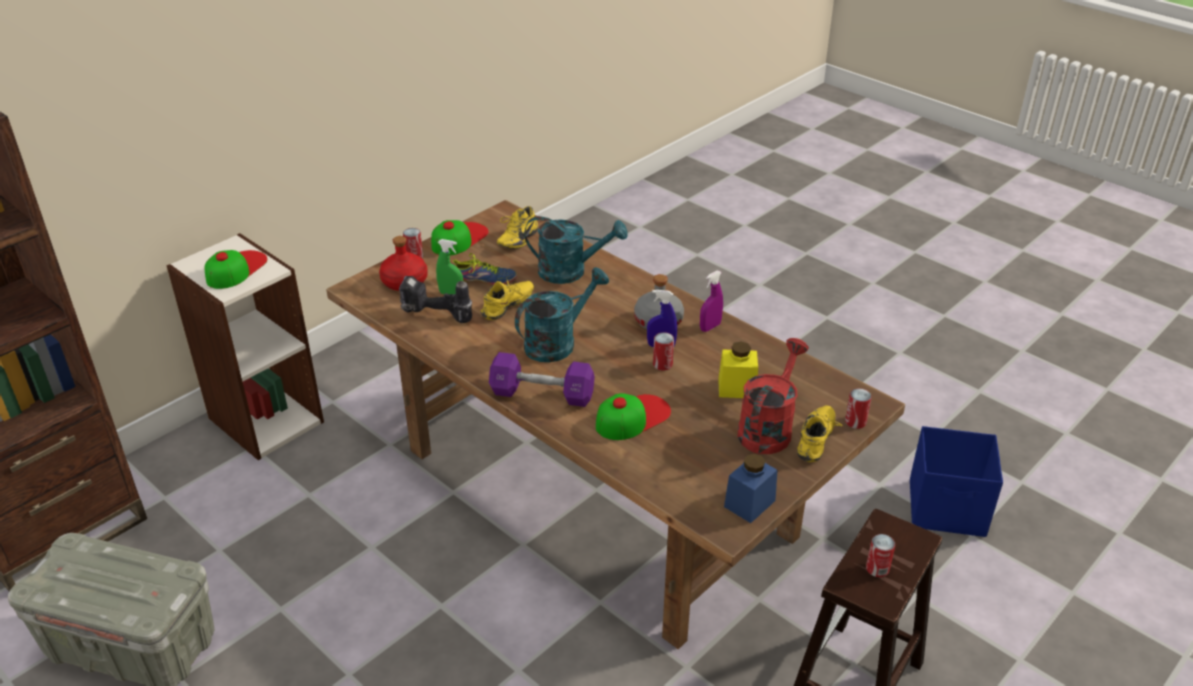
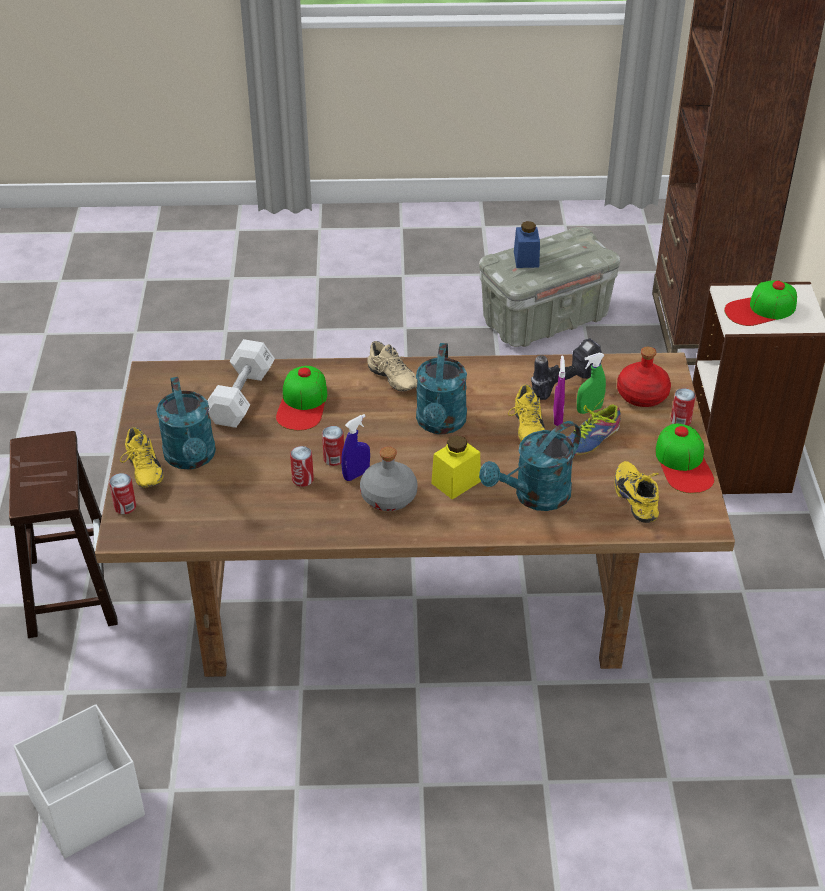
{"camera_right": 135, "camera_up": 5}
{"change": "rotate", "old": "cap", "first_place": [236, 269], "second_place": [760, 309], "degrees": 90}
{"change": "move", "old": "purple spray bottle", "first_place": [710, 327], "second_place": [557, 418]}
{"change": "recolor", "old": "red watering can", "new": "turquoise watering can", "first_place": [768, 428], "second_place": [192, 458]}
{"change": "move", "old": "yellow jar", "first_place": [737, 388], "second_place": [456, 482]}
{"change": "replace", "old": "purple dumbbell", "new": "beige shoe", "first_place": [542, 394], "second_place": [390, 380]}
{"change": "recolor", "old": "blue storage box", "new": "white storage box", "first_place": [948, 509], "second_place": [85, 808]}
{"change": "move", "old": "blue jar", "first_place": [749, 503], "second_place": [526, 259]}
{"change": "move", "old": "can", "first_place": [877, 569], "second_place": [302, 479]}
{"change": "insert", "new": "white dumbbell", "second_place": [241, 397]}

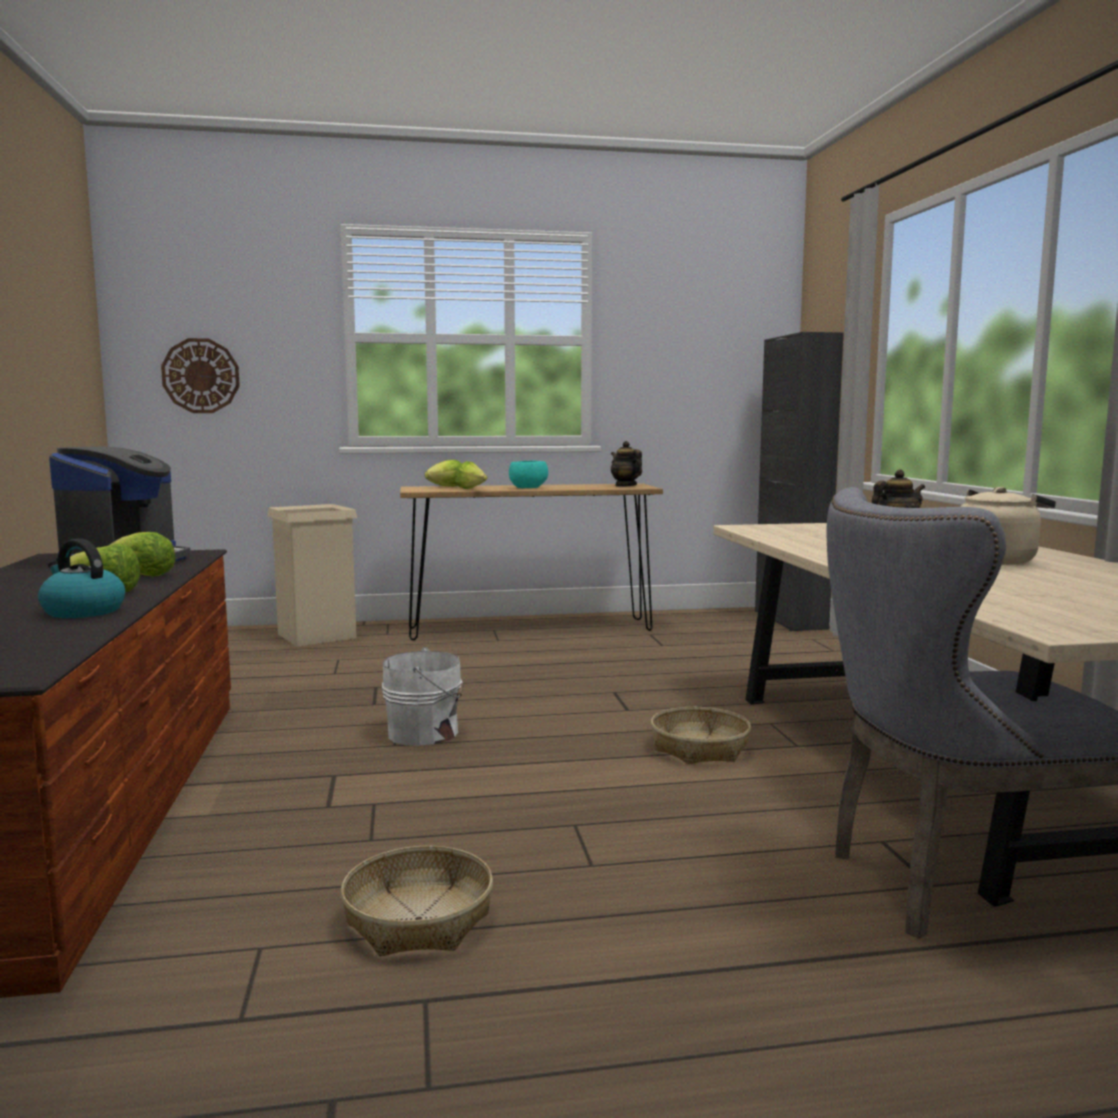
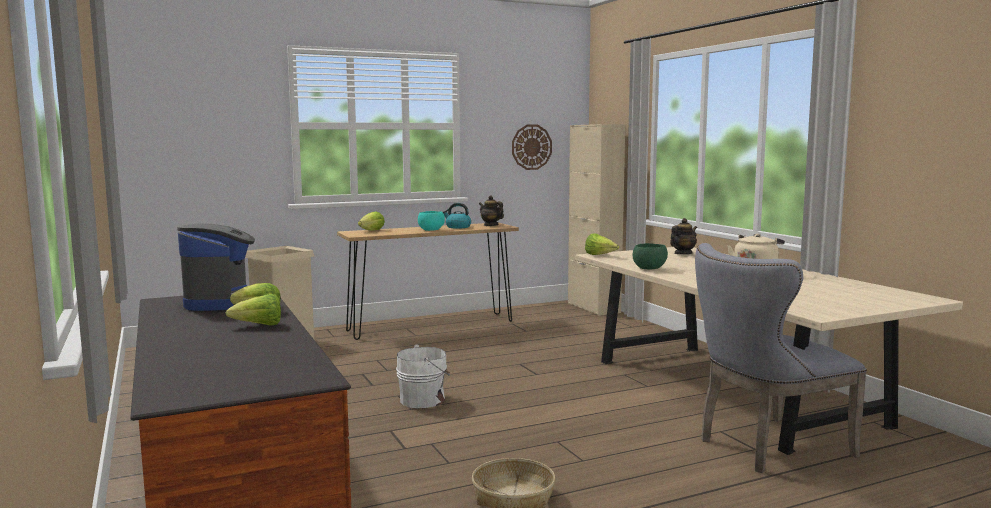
{"camera_right": -15, "camera_up": 0}
{"change": "recolor", "old": "black cabinet", "new": "beige cabinet", "first_place": [790, 620], "second_place": [593, 308]}
{"change": "move", "old": "wall clock", "first_place": [201, 376], "second_place": [531, 147]}
{"change": "move", "old": "lettuce", "first_place": [472, 489], "second_place": [600, 255]}
{"change": "move", "old": "kettle", "first_place": [82, 611], "second_place": [457, 227]}
{"change": "delete", "old": "basket", "first_place": [699, 748]}
{"change": "insert", "new": "green bowl", "second_place": [649, 269]}

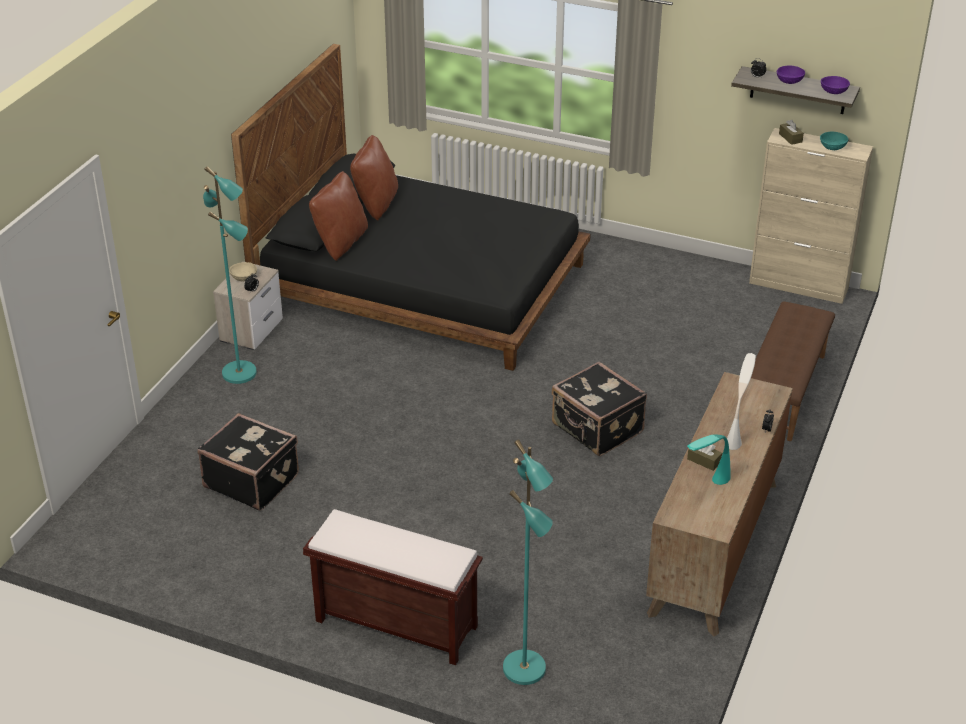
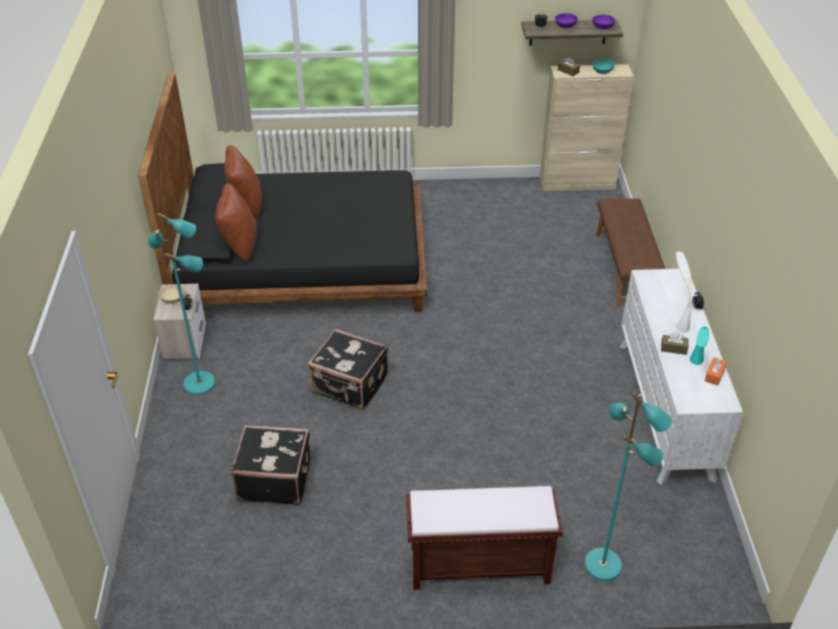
{"camera_right": -25, "camera_up": 5}
{"change": "move", "old": "black suitcase", "first_place": [596, 429], "second_place": [350, 385]}
{"change": "recolor", "old": "brown dresser", "new": "white dresser", "first_place": [714, 547], "second_place": [665, 409]}
{"change": "insert", "new": "orange tissue box", "second_place": [714, 375]}

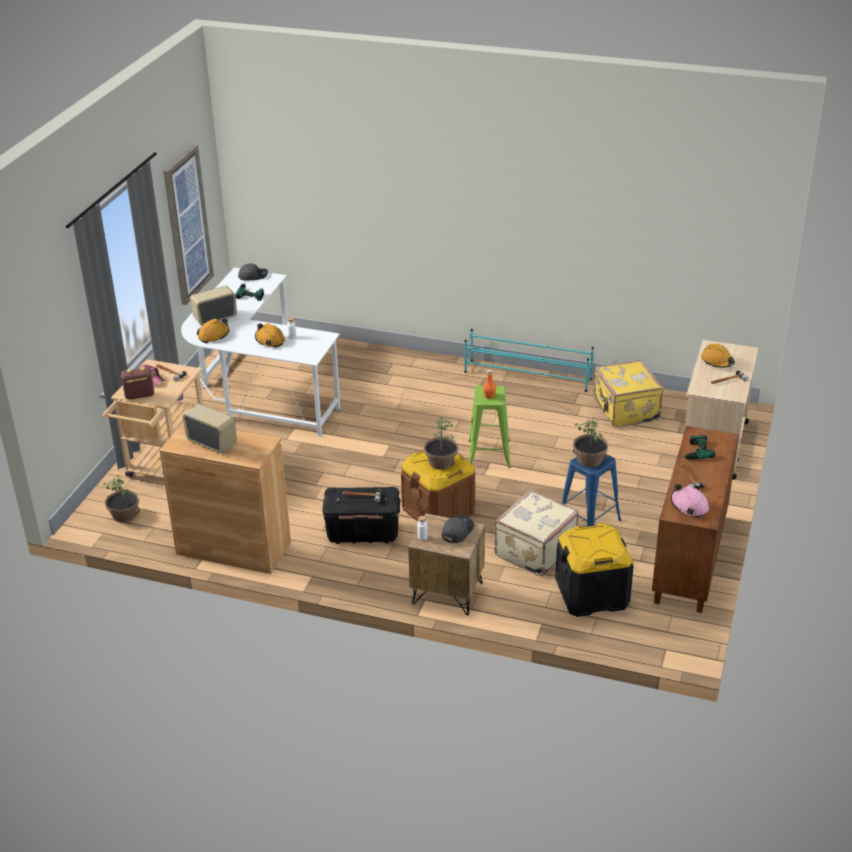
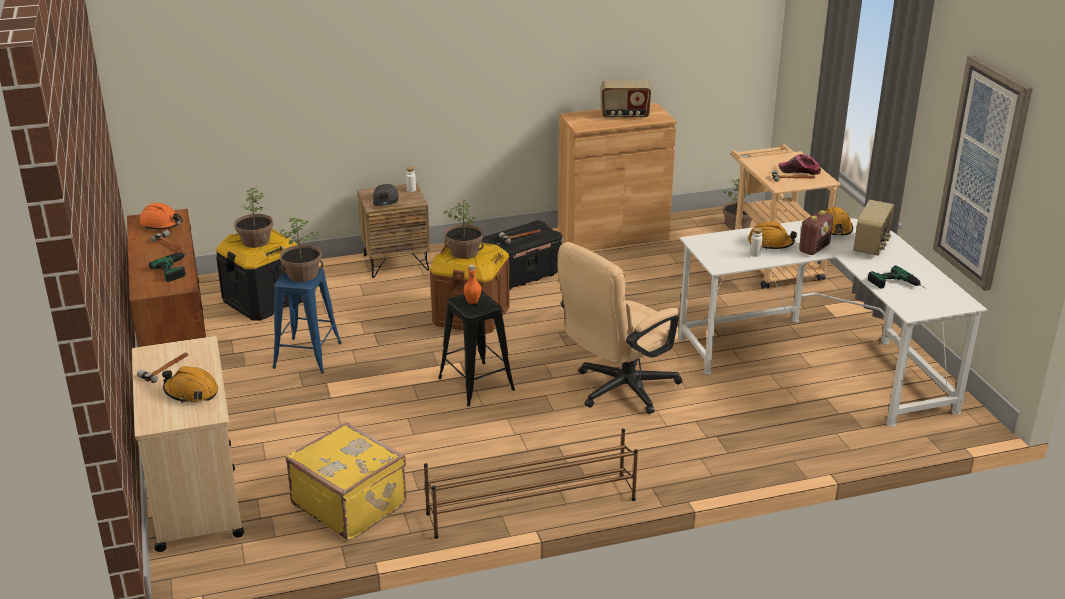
{"camera_right": 145, "camera_up": -5}
{"change": "delete", "old": "grey cap", "first_place": [253, 275]}
{"change": "recolor", "old": "turquoise shoe rack", "new": "brown shoe rack", "first_place": [528, 376], "second_place": [530, 506]}
{"change": "move", "old": "radio", "first_place": [139, 395], "second_place": [814, 248]}
{"change": "recolor", "old": "green stool", "new": "black stool", "first_place": [489, 453], "second_place": [476, 384]}
{"change": "recolor", "old": "pink hard hat", "new": "orange hard hat", "first_place": [689, 506], "second_place": [162, 224]}
{"change": "delete", "old": "beige suitcase", "first_place": [533, 550]}
{"change": "insert", "new": "potted plant", "second_place": [255, 241]}
{"change": "insert", "new": "beige office chair", "second_place": [618, 390]}

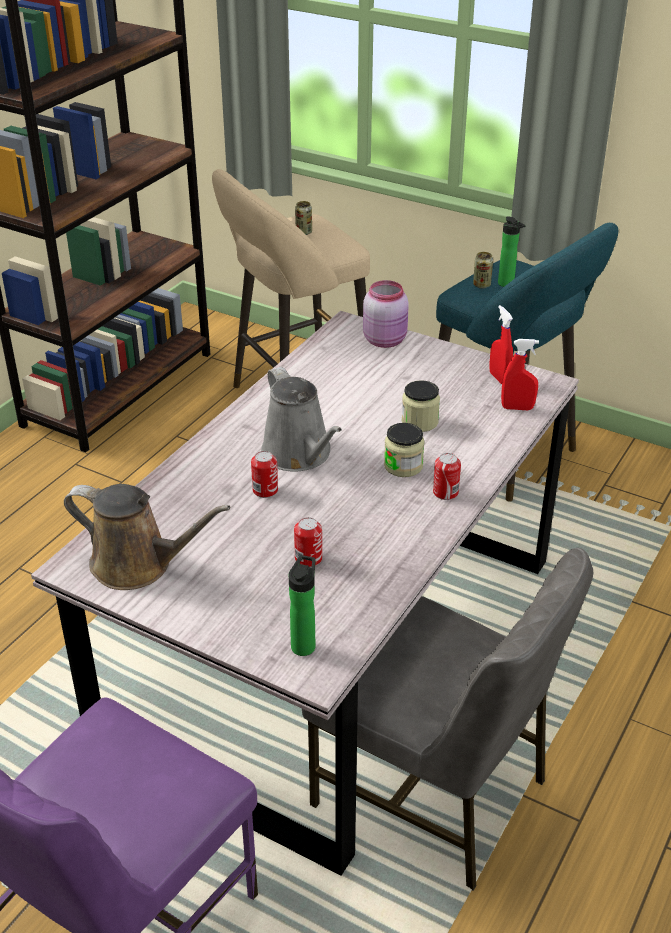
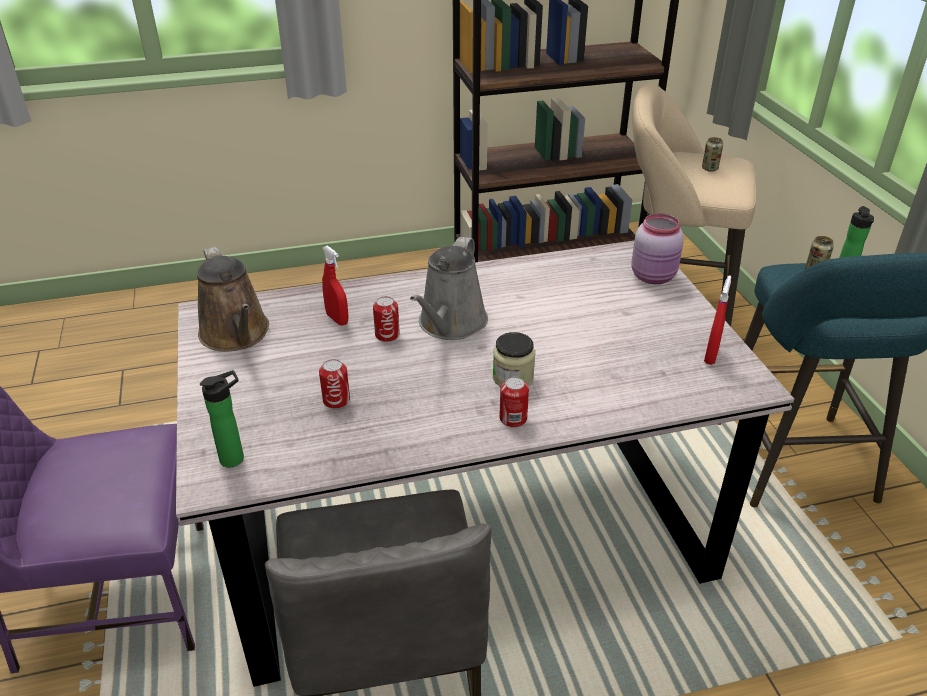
{"camera_right": 45, "camera_up": 0}
{"change": "move", "old": "red spray bottle", "first_place": [517, 408], "second_place": [337, 319]}
{"change": "delete", "old": "jar", "first_place": [419, 422]}

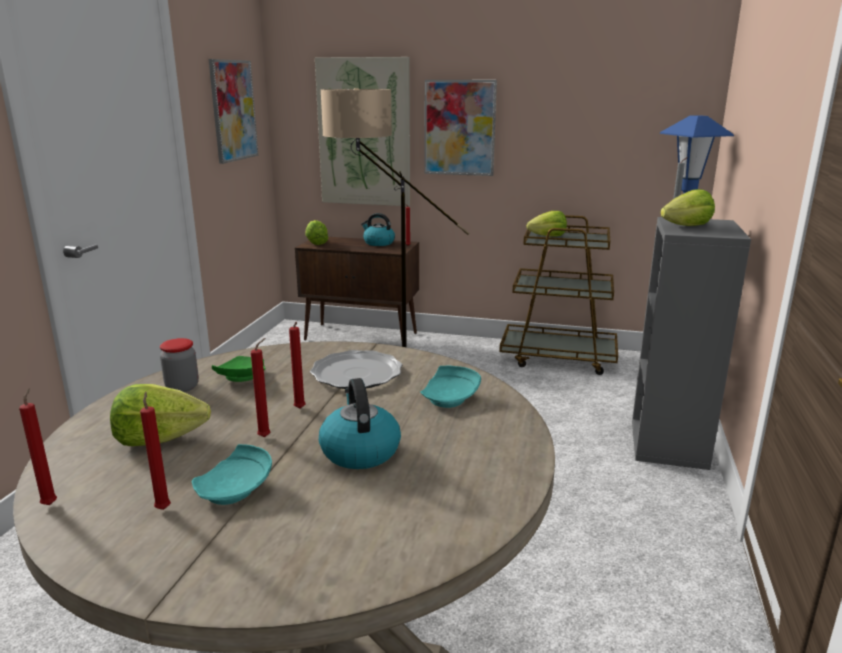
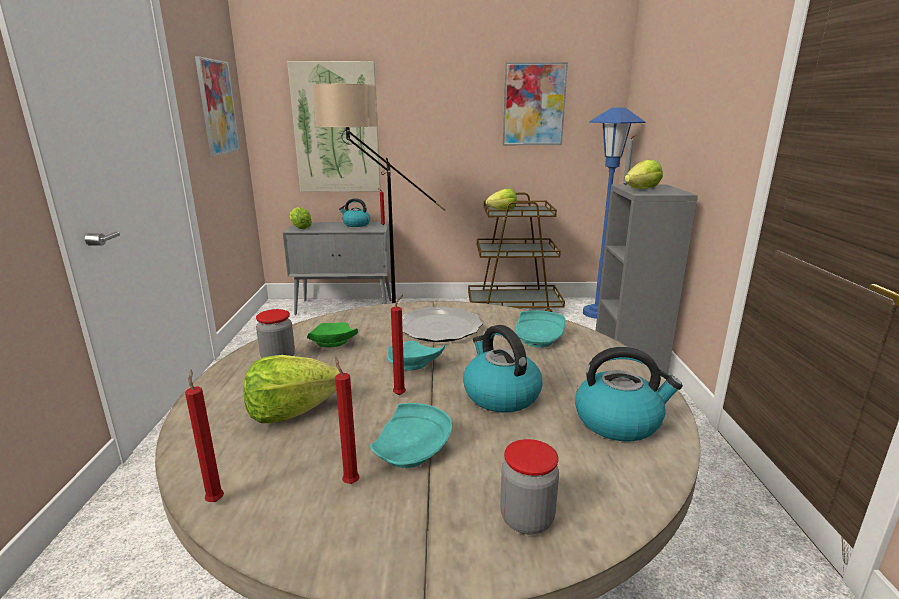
{"camera_right": -15, "camera_up": 0}
{"change": "move", "old": "picture", "first_place": [459, 128], "second_place": [534, 104]}
{"change": "recolor", "old": "brown cabinet", "new": "grey cabinet", "first_place": [362, 337], "second_place": [345, 307]}
{"change": "replace", "old": "red candle", "new": "turquoise plate", "first_place": [300, 409], "second_place": [413, 365]}
{"change": "insert", "new": "kettle", "second_place": [619, 421]}
{"change": "insert", "new": "jar", "second_place": [527, 519]}

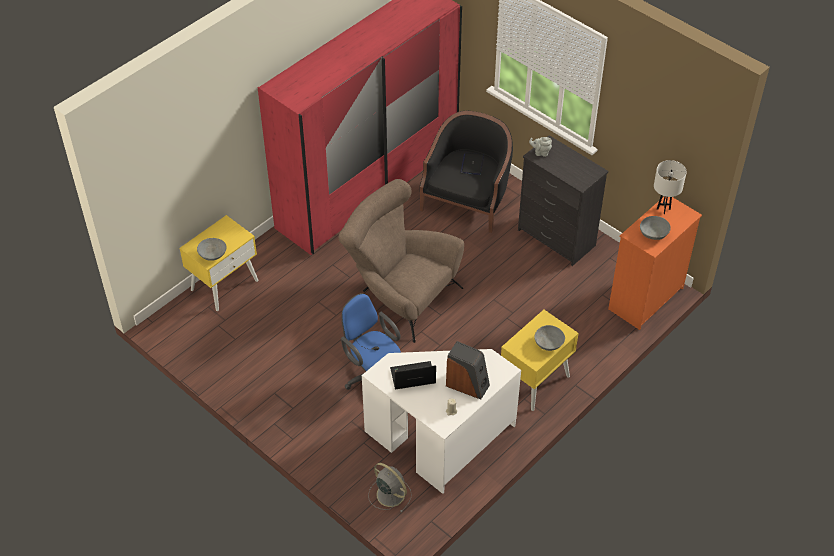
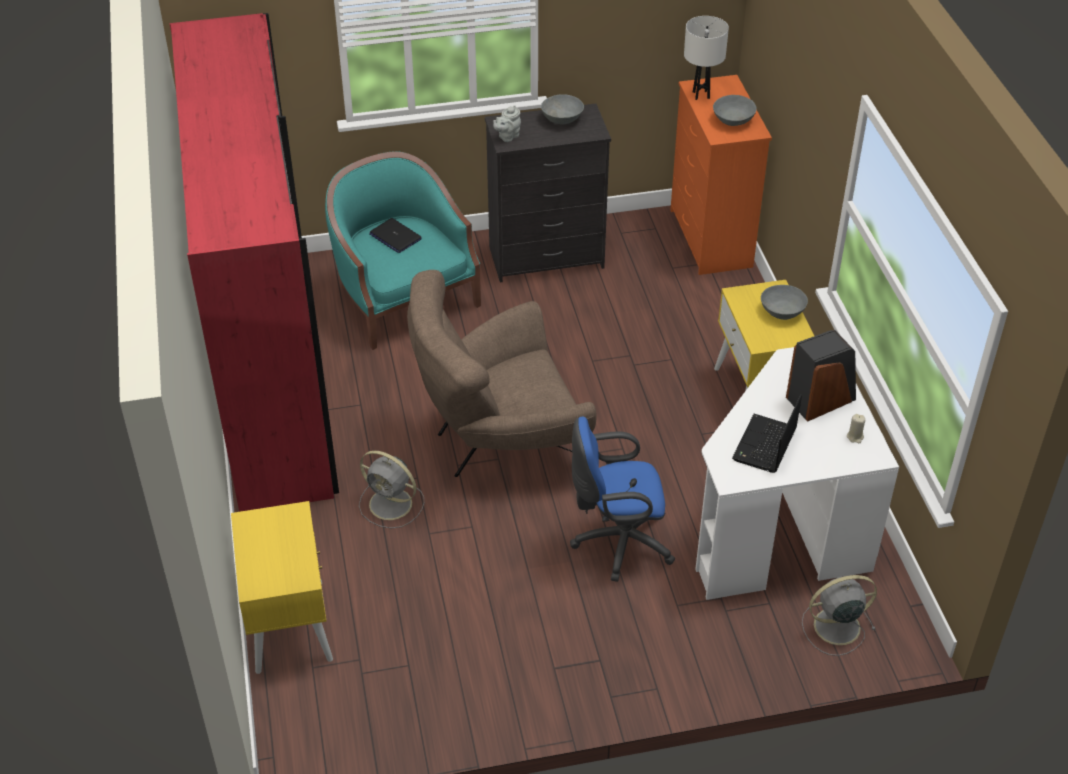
{"camera_right": -55, "camera_up": -5}
{"change": "recolor", "old": "black armchair", "new": "turquoise armchair", "first_place": [467, 201], "second_place": [403, 299]}
{"change": "move", "old": "grey bowl", "first_place": [212, 255], "second_place": [562, 119]}
{"change": "insert", "new": "grey fan", "second_place": [392, 504]}

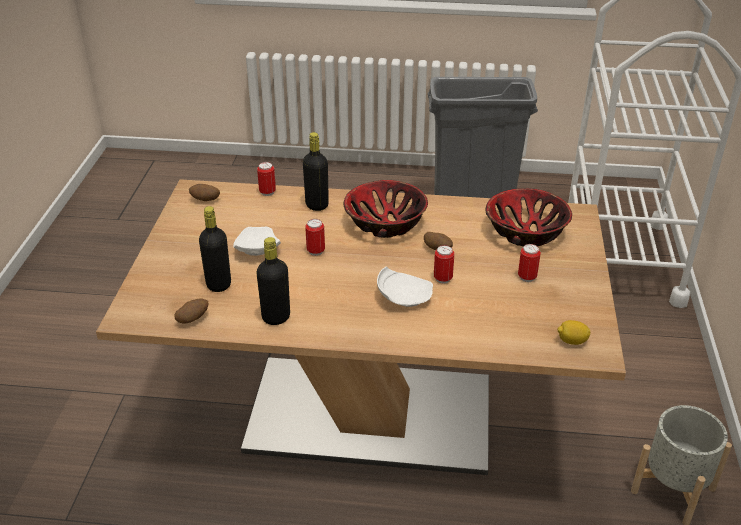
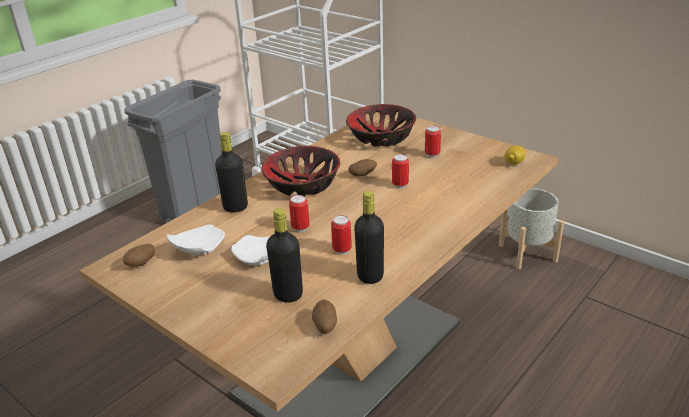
{"camera_right": -55, "camera_up": -5}
{"change": "move", "old": "can", "first_place": [267, 192], "second_place": [342, 250]}
{"change": "move", "old": "white plate", "first_place": [403, 296], "second_place": [198, 249]}

